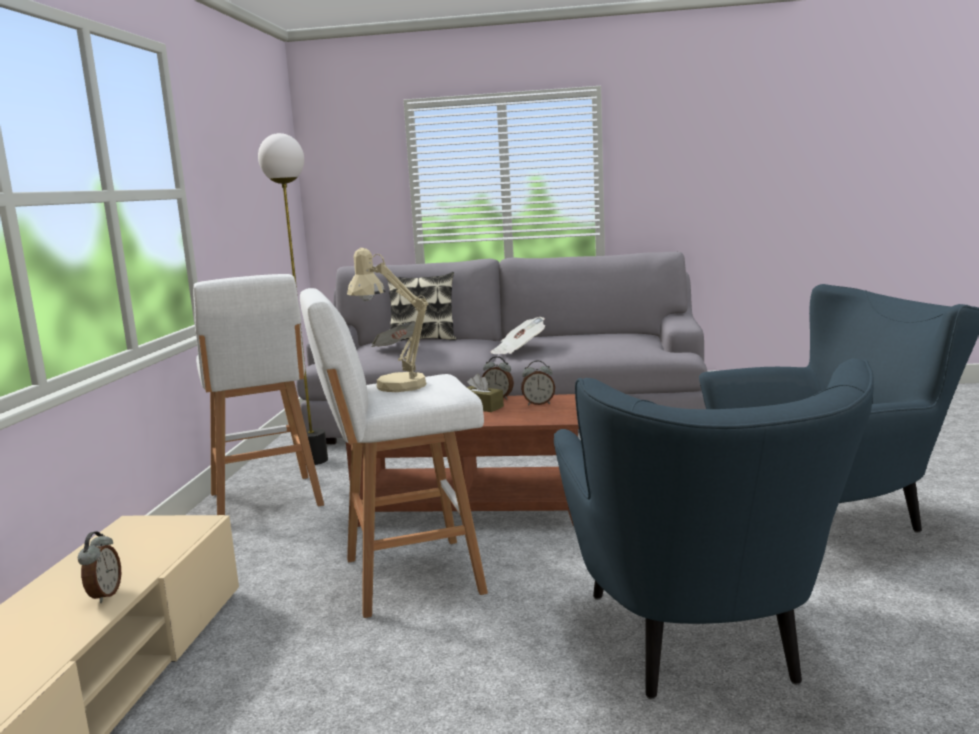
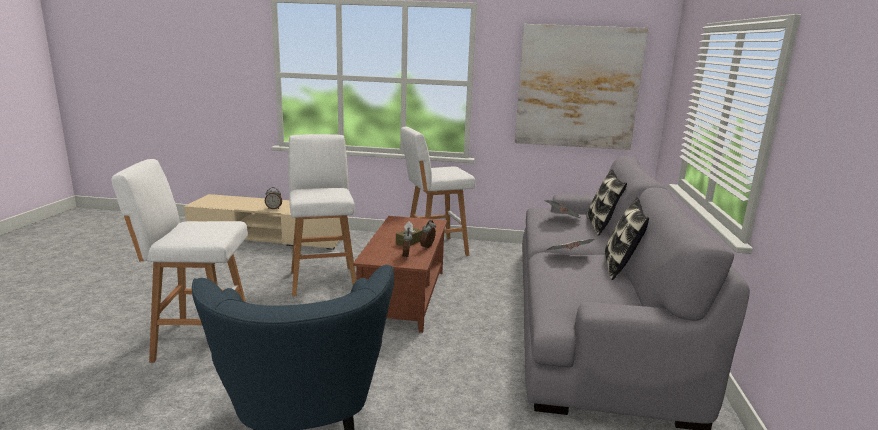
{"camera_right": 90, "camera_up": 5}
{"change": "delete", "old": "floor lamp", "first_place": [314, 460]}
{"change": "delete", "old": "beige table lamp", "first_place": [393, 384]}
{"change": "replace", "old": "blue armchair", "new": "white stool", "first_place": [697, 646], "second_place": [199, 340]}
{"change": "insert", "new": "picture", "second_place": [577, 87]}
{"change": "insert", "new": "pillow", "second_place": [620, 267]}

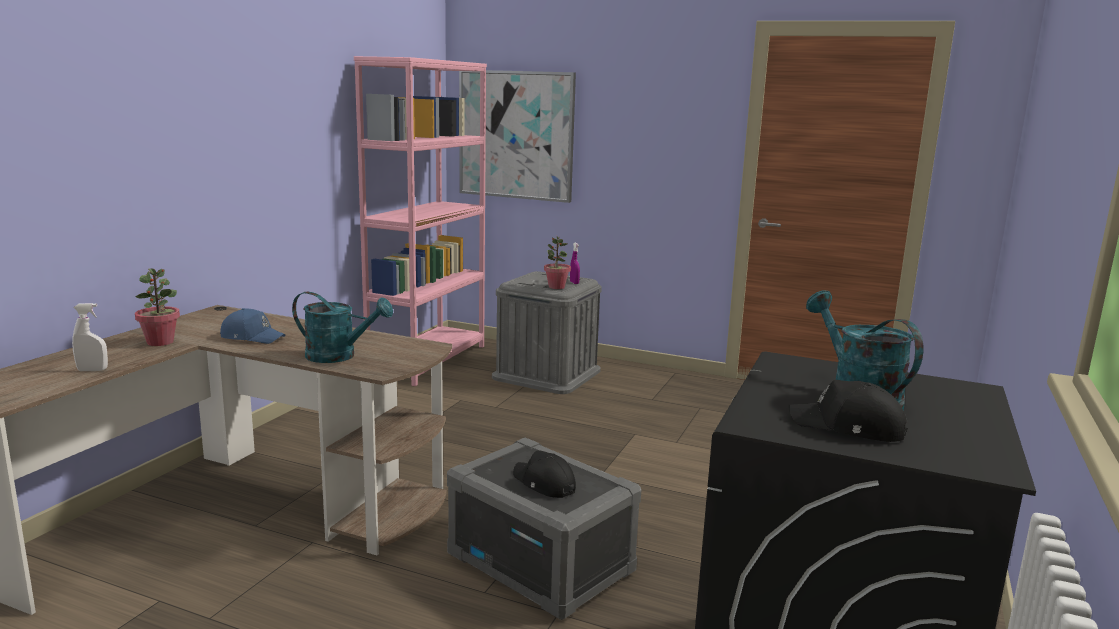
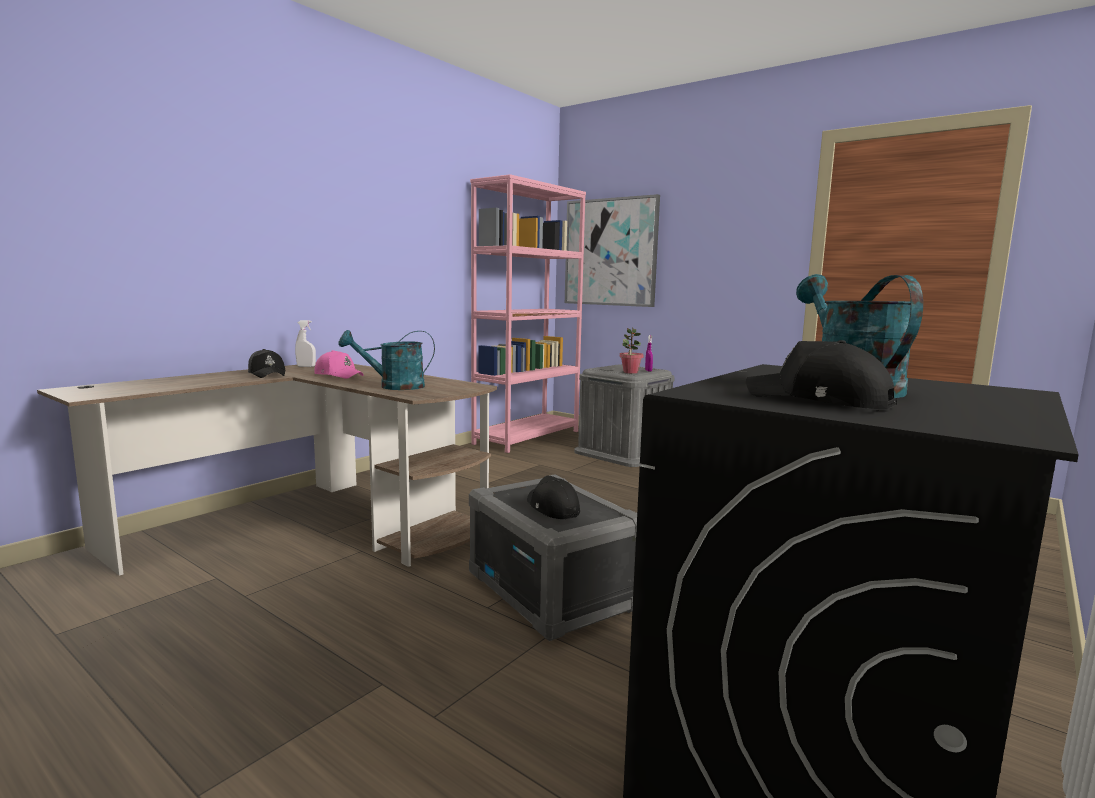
{"camera_right": 15, "camera_up": -5}
{"change": "replace", "old": "potted plant", "new": "black cap", "first_place": [160, 342], "second_place": [267, 374]}
{"change": "rotate", "old": "turquoise watering can", "first_place": [339, 356], "second_place": [393, 387], "degrees": 135}
{"change": "move", "old": "white spray bottle", "first_place": [92, 370], "second_place": [306, 366]}
{"change": "recolor", "old": "blue cap", "new": "pink cap", "first_place": [252, 337], "second_place": [339, 375]}

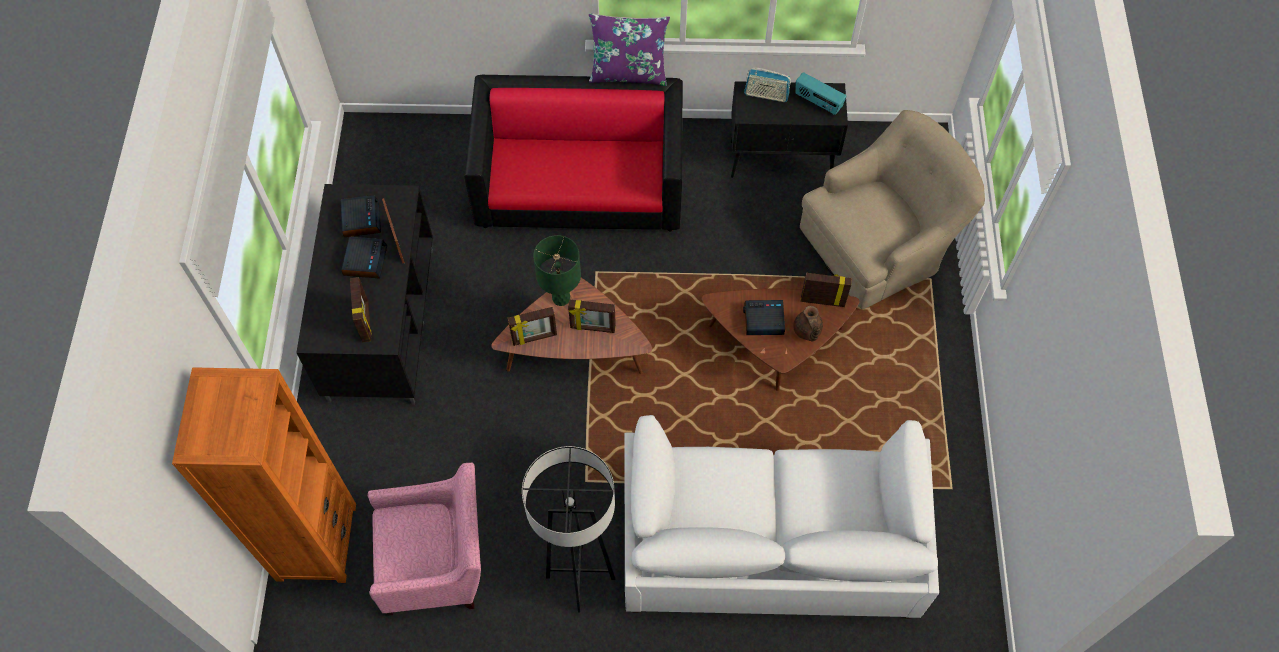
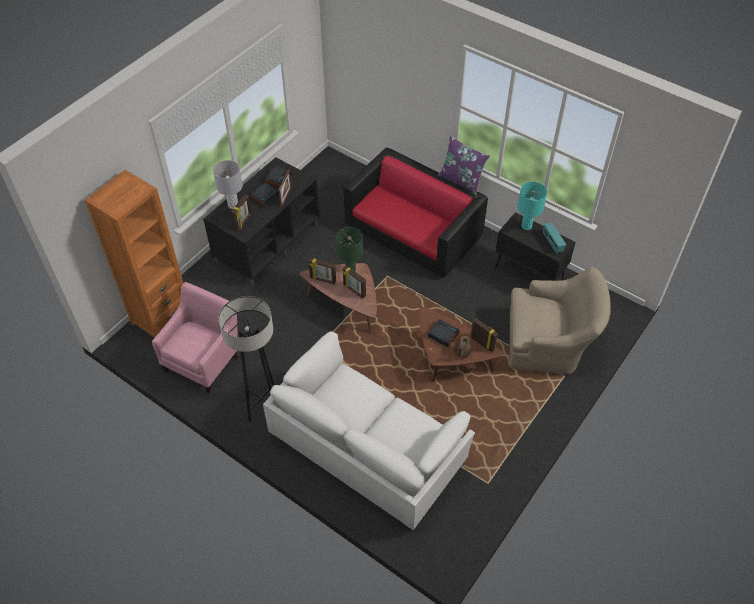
{"camera_right": 35, "camera_up": -10}
{"change": "replace", "old": "radio", "new": "turquoise table lamp", "first_place": [766, 95], "second_place": [526, 226]}
{"change": "rotate", "old": "pink armchair", "first_place": [438, 564], "second_place": [204, 360], "degrees": -90}
{"change": "insert", "new": "grey table lamp", "second_place": [233, 205]}

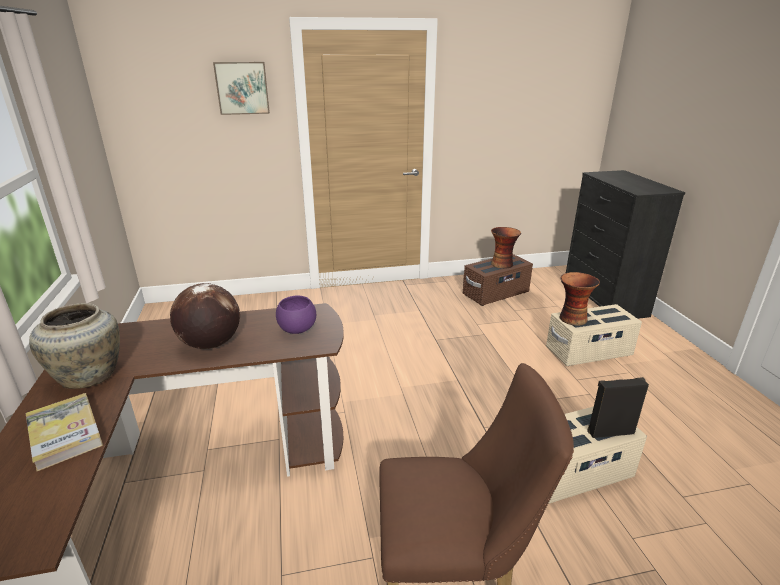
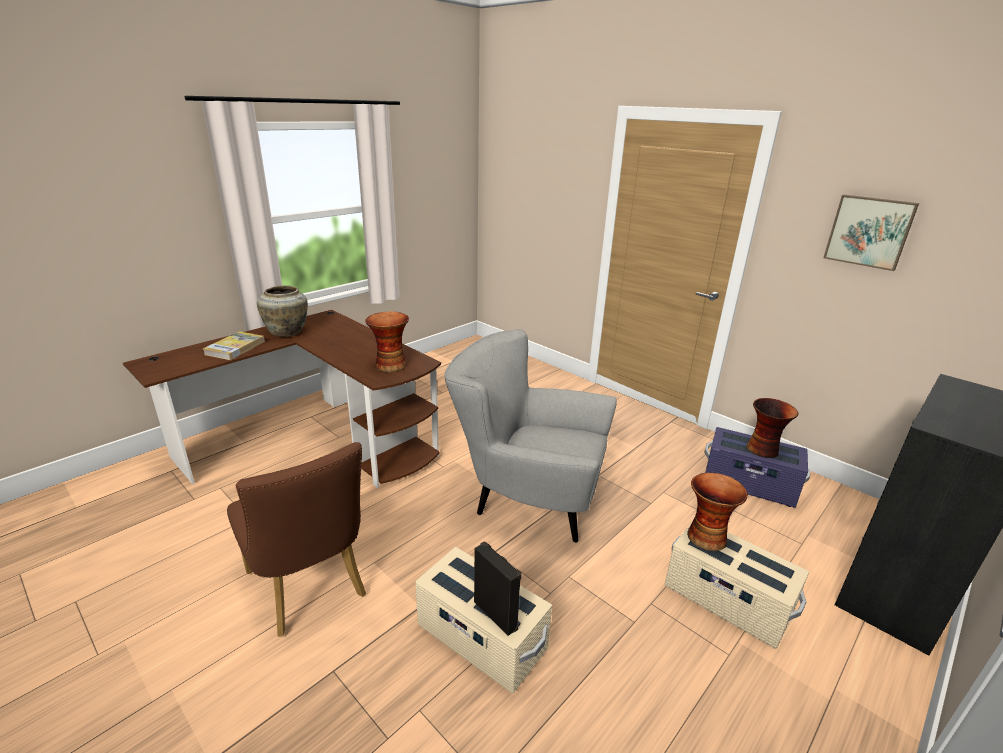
{"camera_right": 55, "camera_up": 0}
{"change": "move", "old": "picture", "first_place": [242, 88], "second_place": [869, 231]}
{"change": "recolor", "old": "brown storage box", "new": "purple storage box", "first_place": [496, 294], "second_place": [749, 485]}
{"change": "delete", "old": "globe", "first_place": [210, 344]}
{"change": "replace", "old": "purple bowl", "new": "vase", "first_place": [297, 329], "second_place": [390, 365]}
{"change": "insert", "new": "grey armchair", "second_place": [526, 500]}

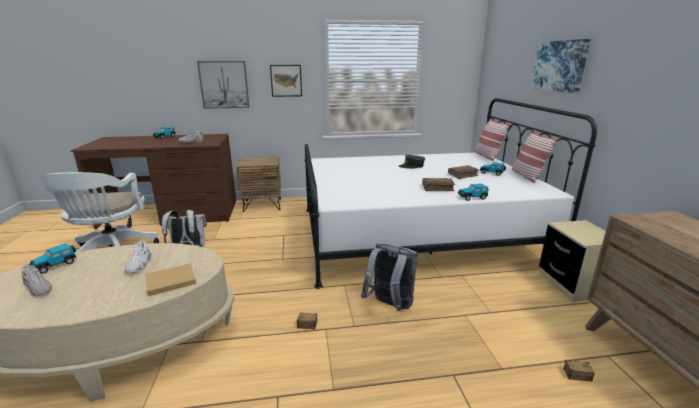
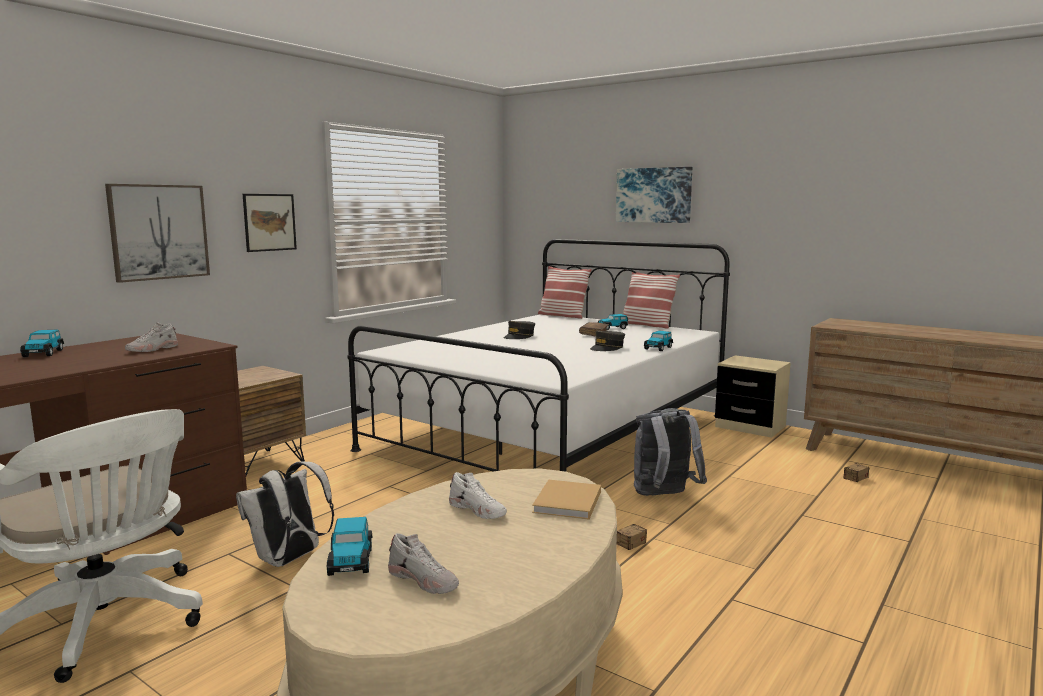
{"camera_right": -45, "camera_up": -10}
{"change": "replace", "old": "brown book", "new": "grey cap", "first_place": [437, 188], "second_place": [607, 348]}
{"change": "rotate", "old": "white shoe", "first_place": [38, 288], "second_place": [424, 580], "degrees": 45}

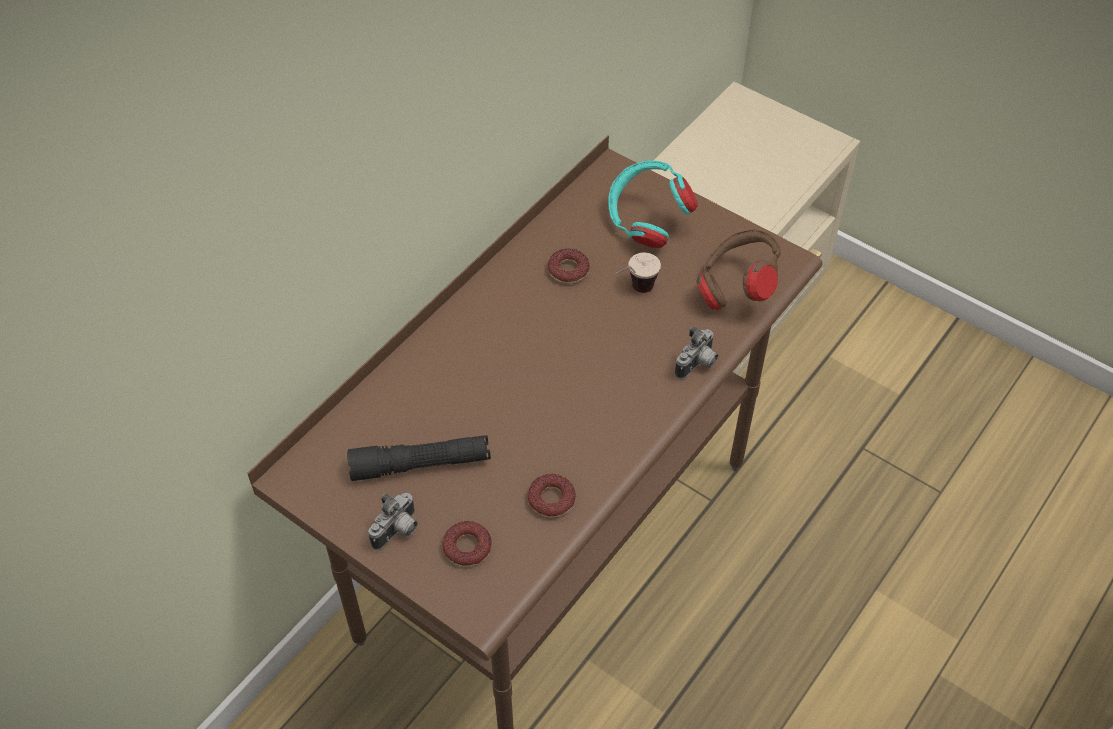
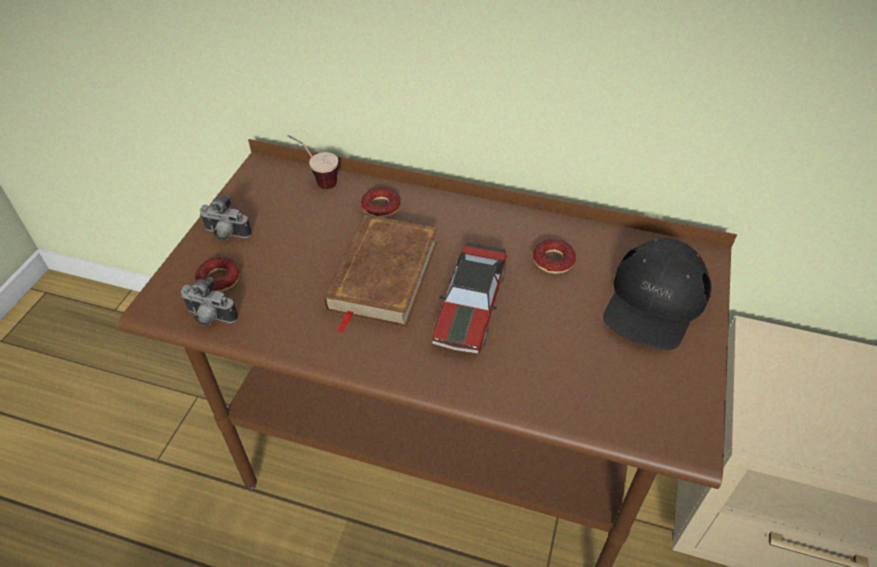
{"camera_right": 70, "camera_up": -5}
{"change": "replace", "old": "turquoise headphones", "new": "black cap", "first_place": [647, 223], "second_place": [654, 302]}
{"change": "delete", "old": "brown headphones", "first_place": [736, 288]}
{"change": "move", "old": "cup", "first_place": [634, 292], "second_place": [317, 180]}
{"change": "move", "old": "photo camera", "first_place": [697, 365], "second_place": [210, 318]}
{"change": "delete", "old": "black flashlight", "first_place": [420, 464]}
{"change": "move", "old": "donut", "first_place": [551, 499], "second_place": [381, 207]}
{"change": "insert", "new": "brown book", "second_place": [382, 276]}
{"change": "insert", "new": "toy car", "second_place": [470, 306]}

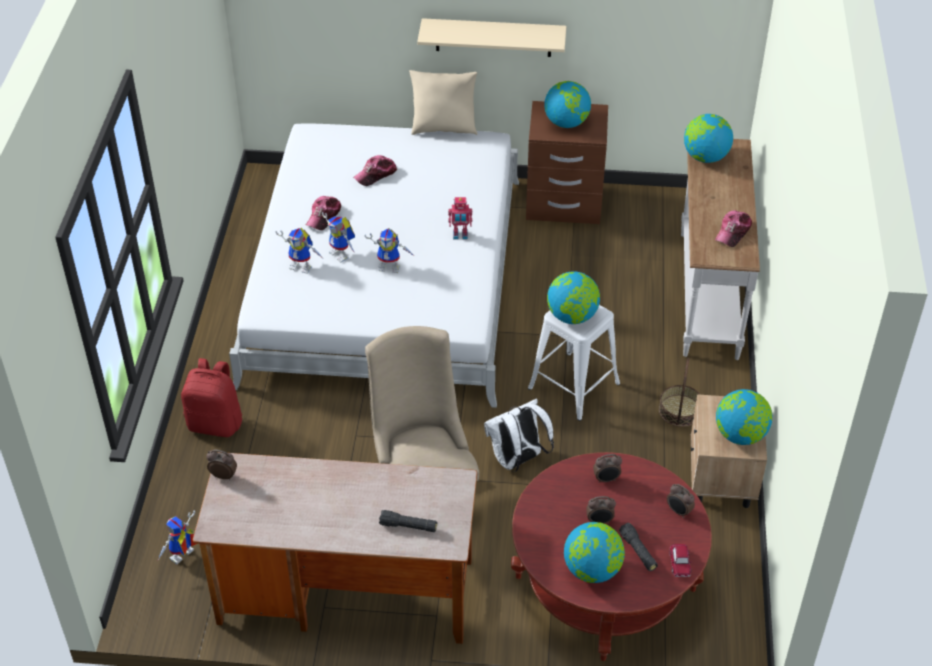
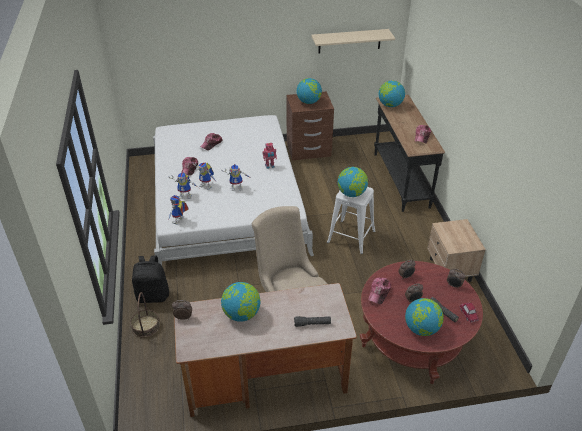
{"camera_right": -15, "camera_up": -5}
{"change": "move", "old": "beige shelf", "first_place": [493, 37], "second_place": [349, 41]}
{"change": "delete", "old": "beige pillow", "first_place": [443, 128]}
{"change": "recolor", "old": "white console table", "new": "black console table", "first_place": [706, 294], "second_place": [400, 180]}
{"change": "recolor", "old": "red backpack", "new": "black backpack", "first_place": [216, 423], "second_place": [153, 295]}
{"change": "move", "old": "basket", "first_place": [680, 410], "second_place": [146, 326]}
{"change": "move", "old": "globe", "first_place": [740, 435], "second_place": [241, 314]}
{"change": "delete", "old": "white backpack", "first_place": [517, 460]}
{"change": "move", "old": "toy robot", "first_place": [183, 558], "second_place": [179, 221]}
{"change": "insert", "new": "cap", "second_place": [379, 292]}

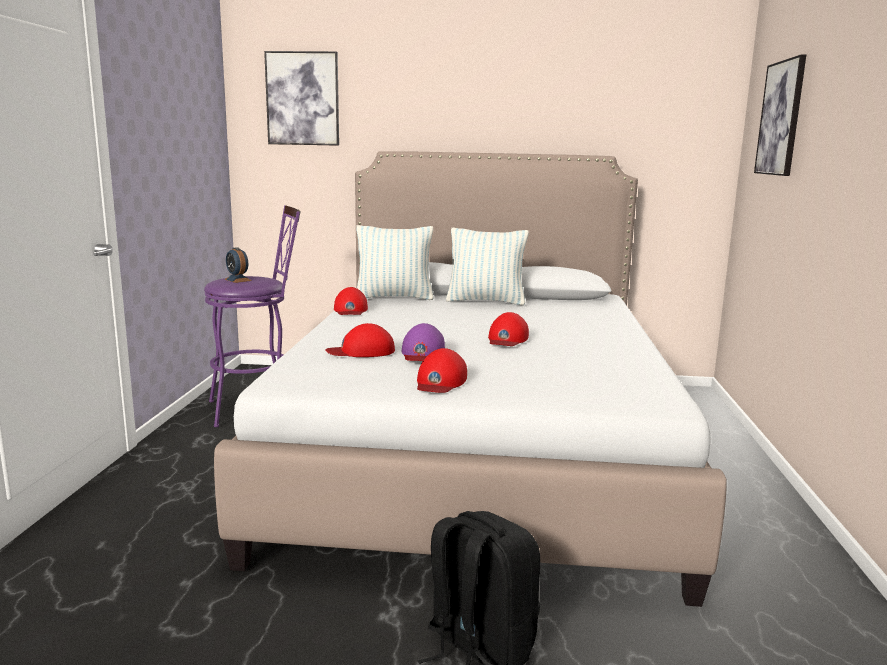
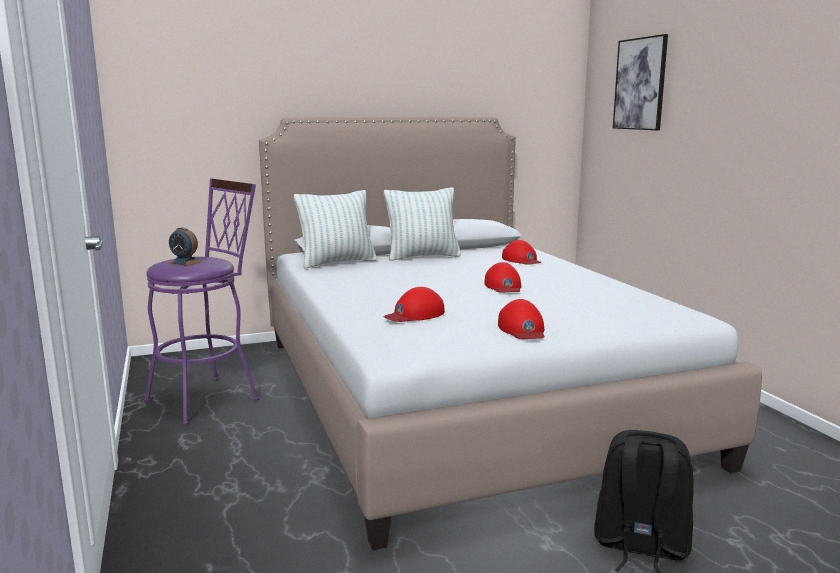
{"camera_right": -25, "camera_up": 0}
{"change": "delete", "old": "picture", "first_place": [302, 99]}
{"change": "move", "old": "red cap", "first_place": [350, 310], "second_place": [521, 260]}
{"change": "delete", "old": "purple cap", "first_place": [422, 353]}

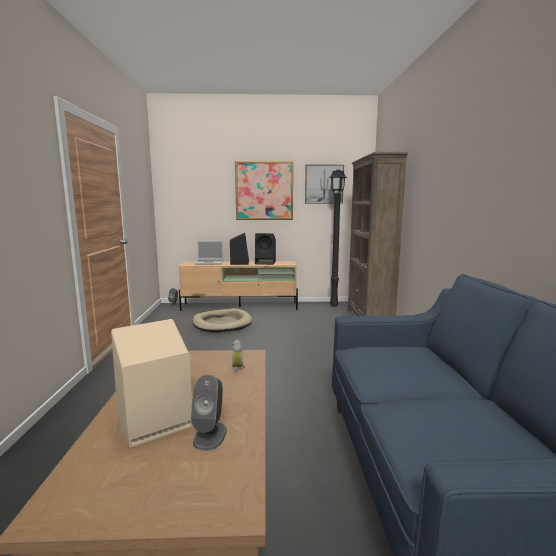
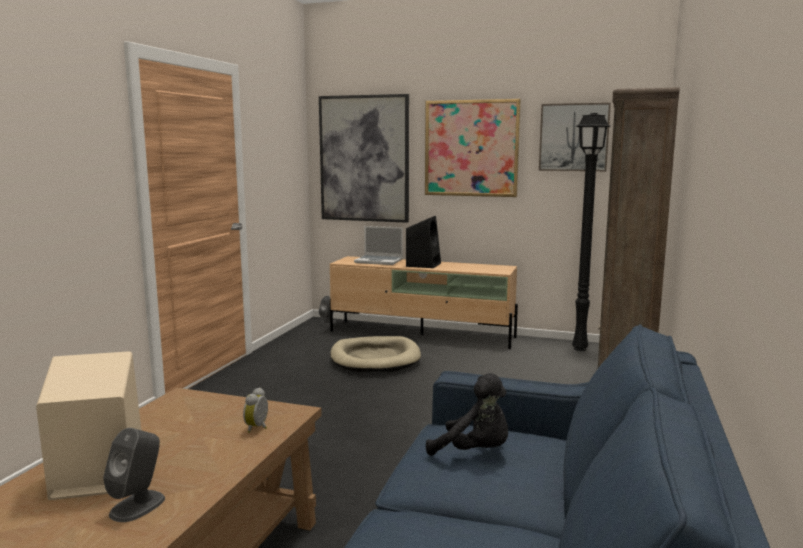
{"camera_right": 20, "camera_up": 0}
{"change": "delete", "old": "black speaker", "first_place": [266, 263]}
{"change": "insert", "new": "picture", "second_place": [364, 159]}
{"change": "insert", "new": "black plush toy", "second_place": [474, 452]}

